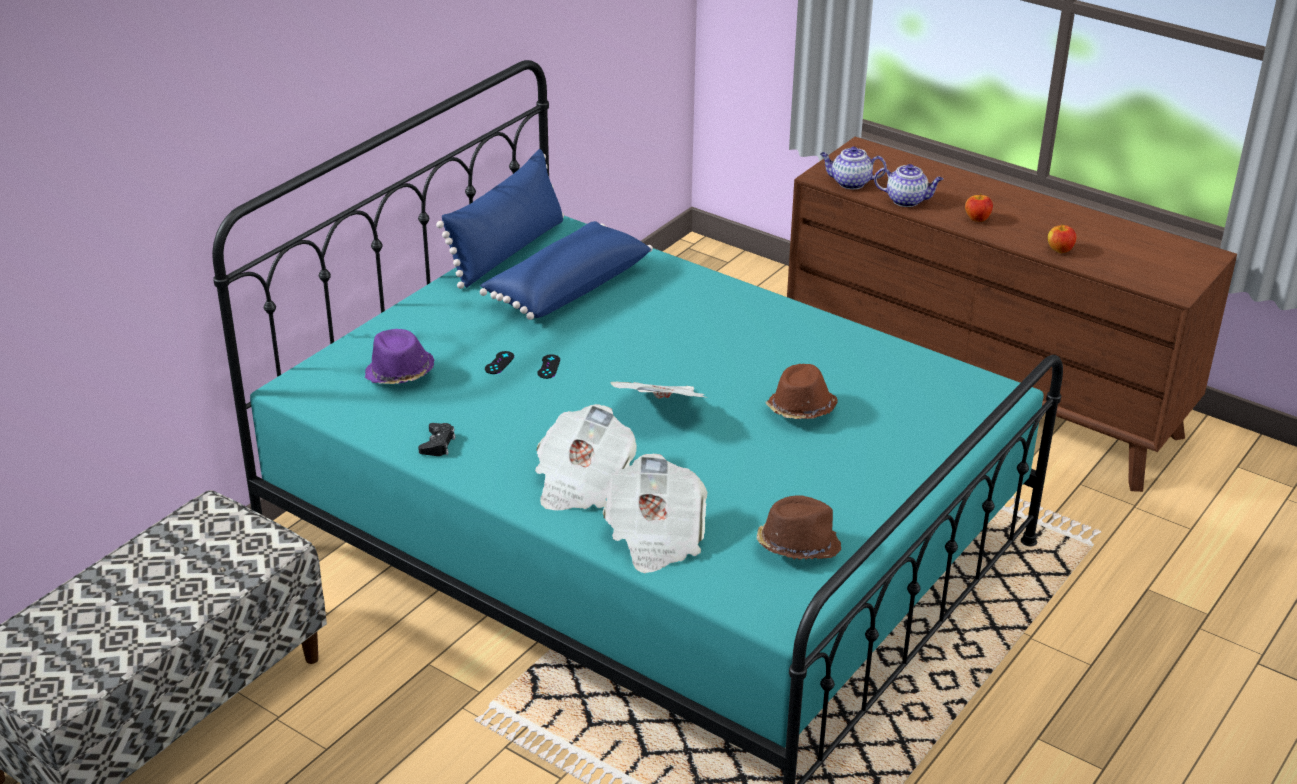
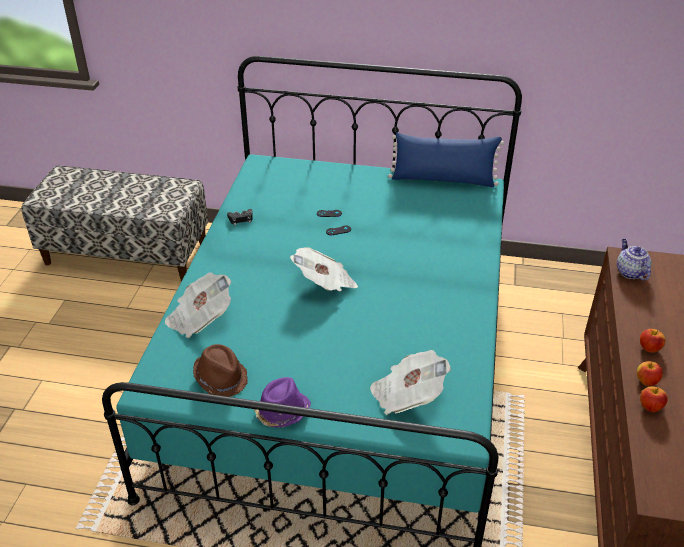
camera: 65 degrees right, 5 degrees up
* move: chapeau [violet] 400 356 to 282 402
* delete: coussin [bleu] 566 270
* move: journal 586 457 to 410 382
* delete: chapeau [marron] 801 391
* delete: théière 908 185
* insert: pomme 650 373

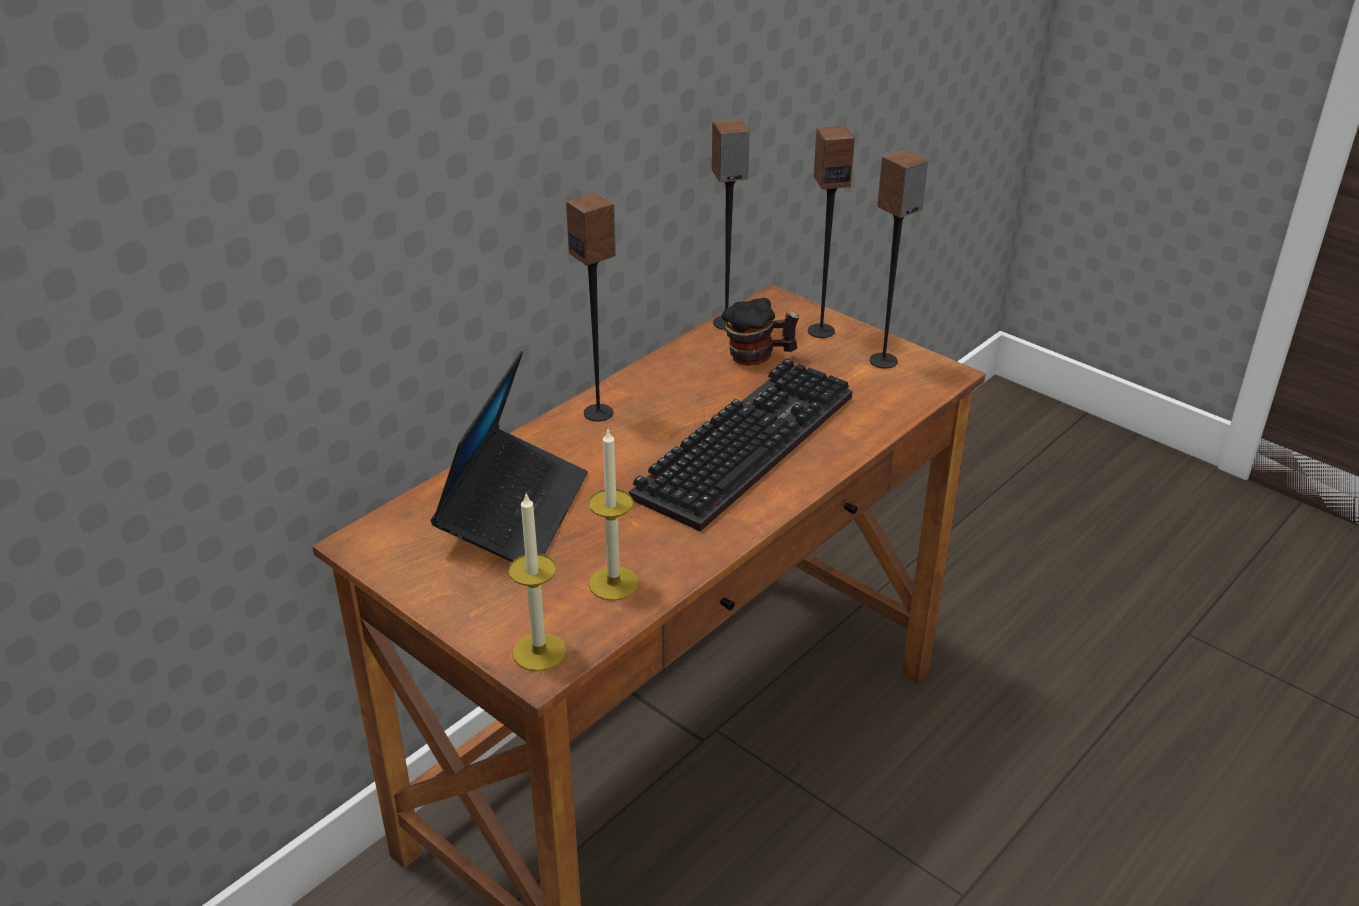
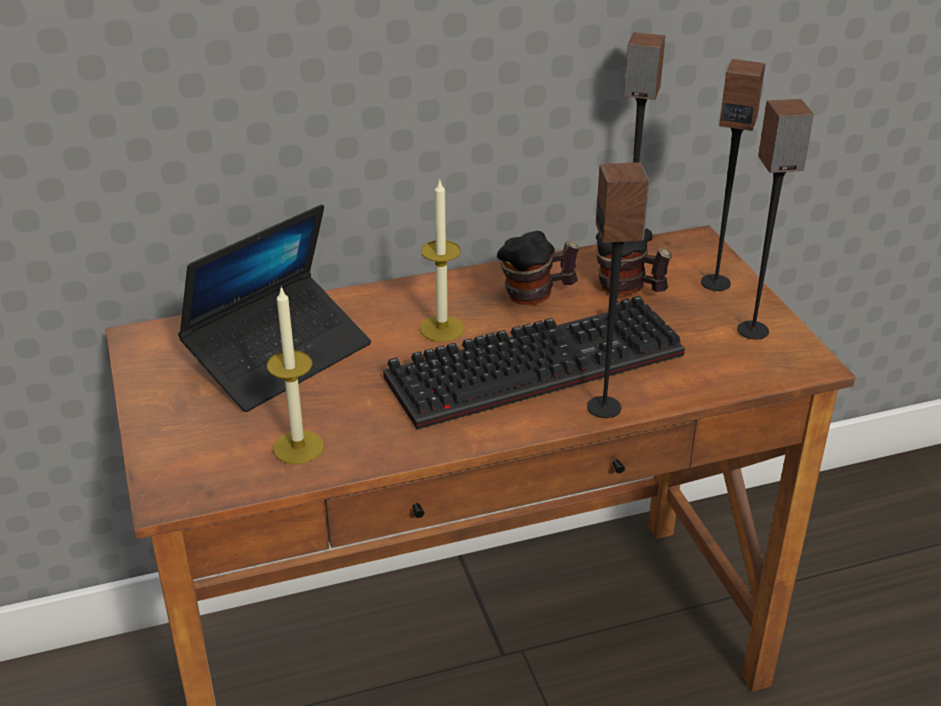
camera: 30 degrees right, 0 degrees up
* move: bougie 537 581 to 442 260
* move: enceinte 591 307 to 618 290
* insert: mug 538 268

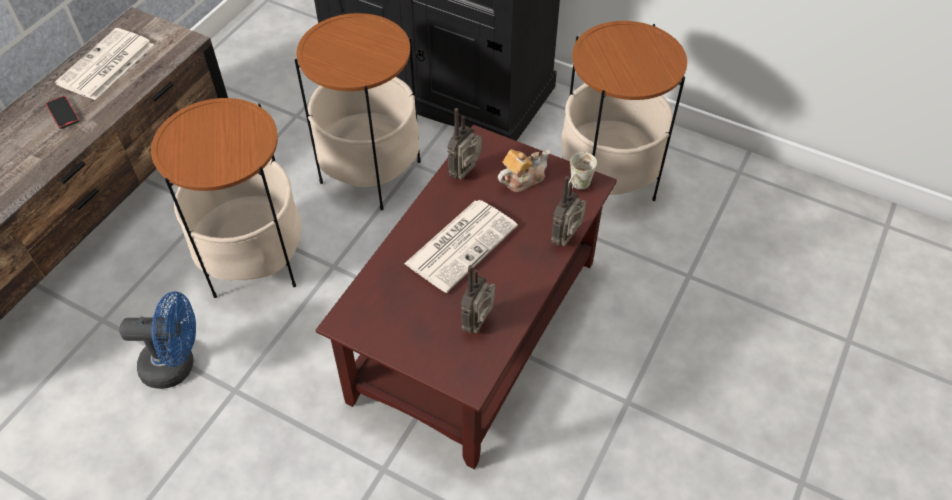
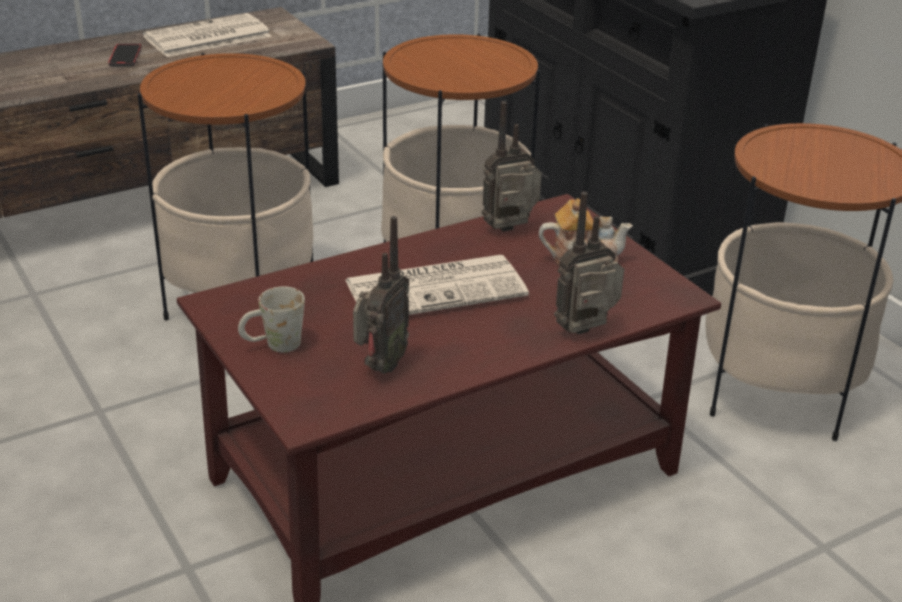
camera: 30 degrees right, 20 degrees down
* delete: ventilateur [bleu] 157 340
* rotate: radio 478 299 = 381 295 150 degrees clockwise
* move: mug [blanc] 582 171 to 271 319

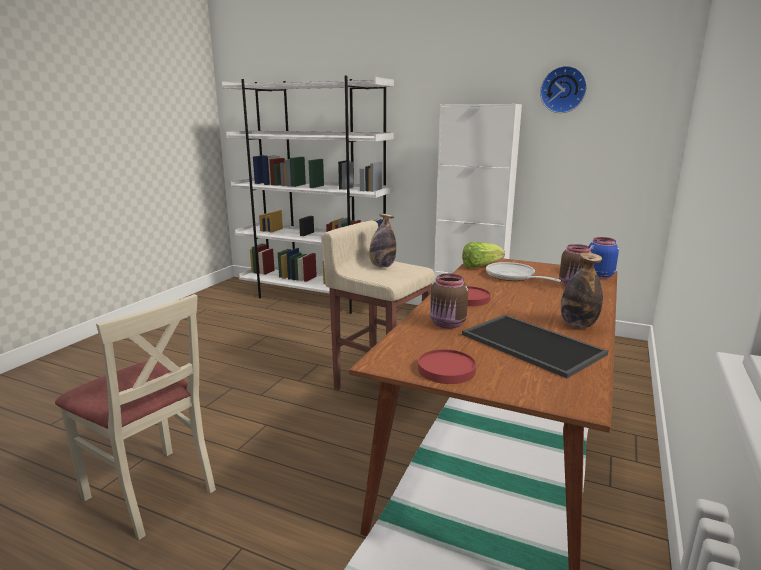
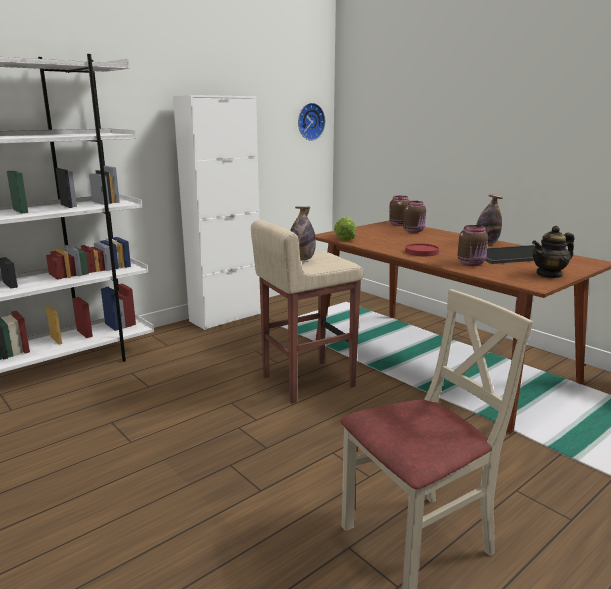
camera: 65 degrees left, 0 degrees up
* replace: assiette [rouge] 447 366 to théière 553 251
* delete: poêle 523 272
* move: horloge murale 563 89 to 311 122
* recolor: bocal [bleu] 604 258 to bocal [marron] 399 211

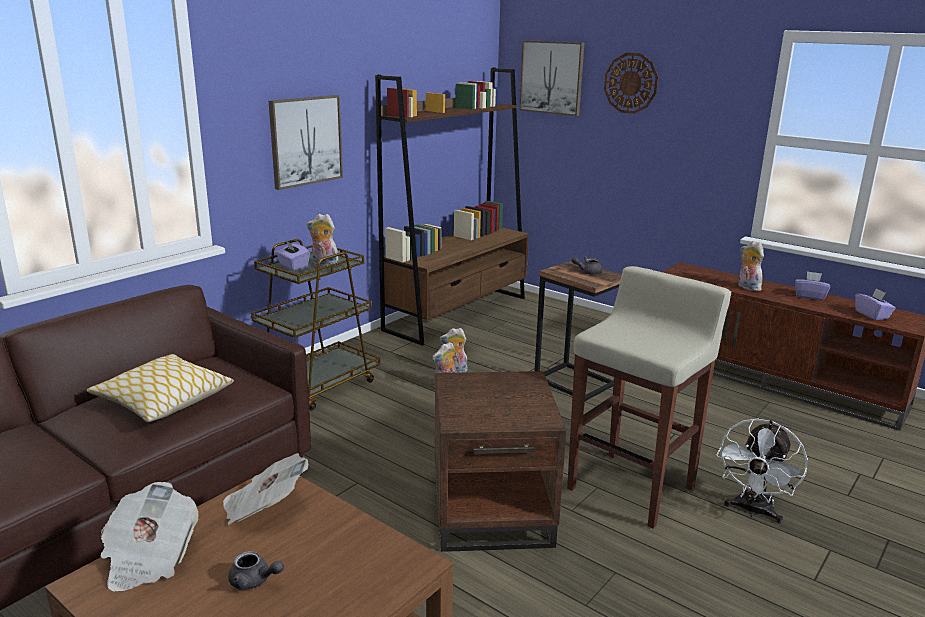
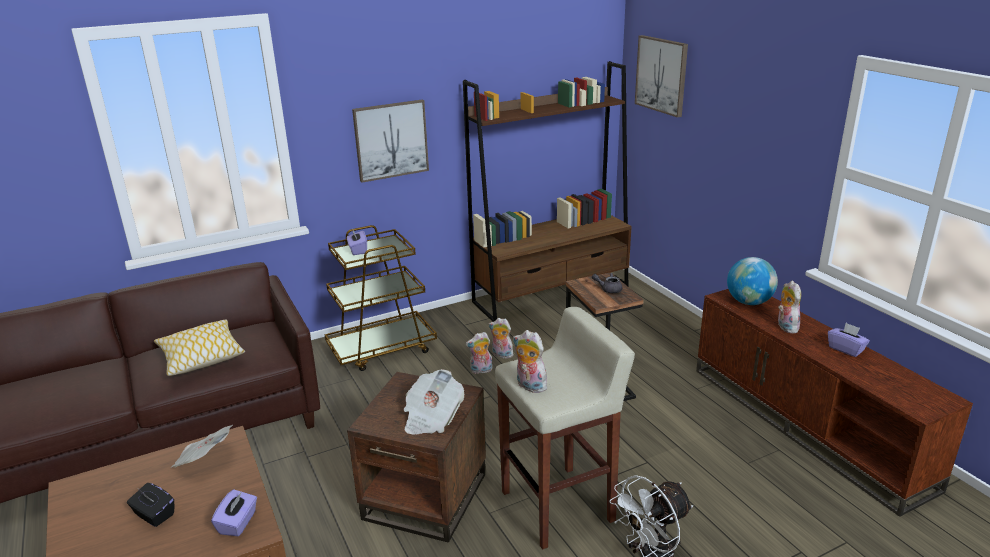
camera: 25 degrees right, 5 degrees up
* move: journal 149 537 to 434 402
* replace: théière [gris] 256 570 to boîte à mouchoirs [noir] 150 505
* move: peluche 322 240 to 531 361
* delete: horloge murale 631 83
* move: boîte à mouchoirs [violet] 875 304 to 234 513
* insert: globe 752 281

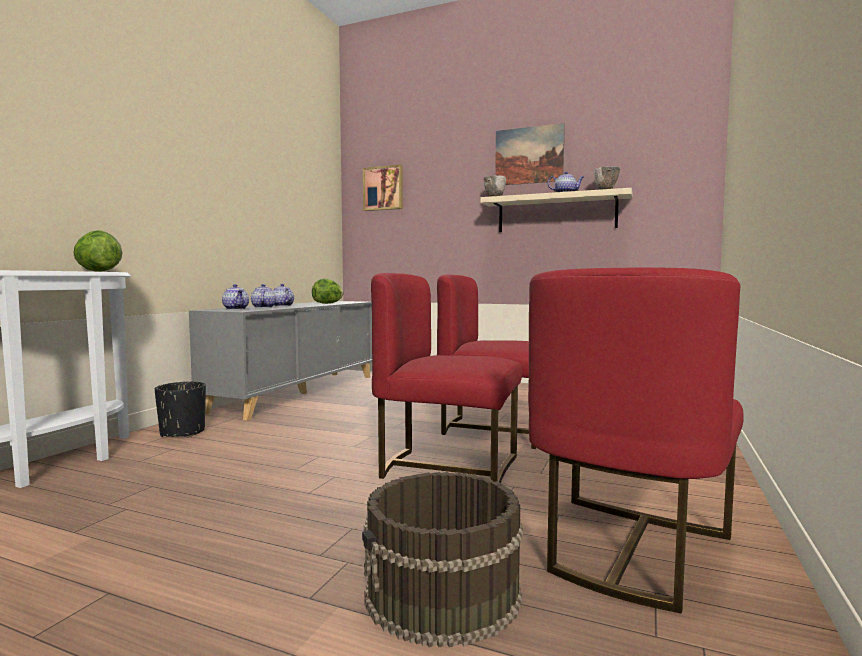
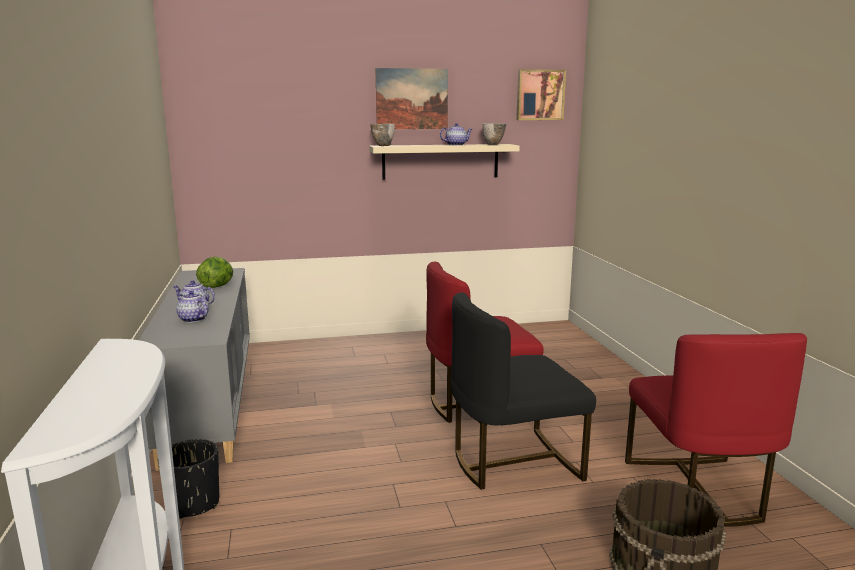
camera: 35 degrees left, 10 degrees up
* delete: laitue 98 251
* delete: théière 235 297
* move: tableau 383 188 to 541 94
* recolor: chaise [rouge] 446 378 to chaise [noir] 523 391

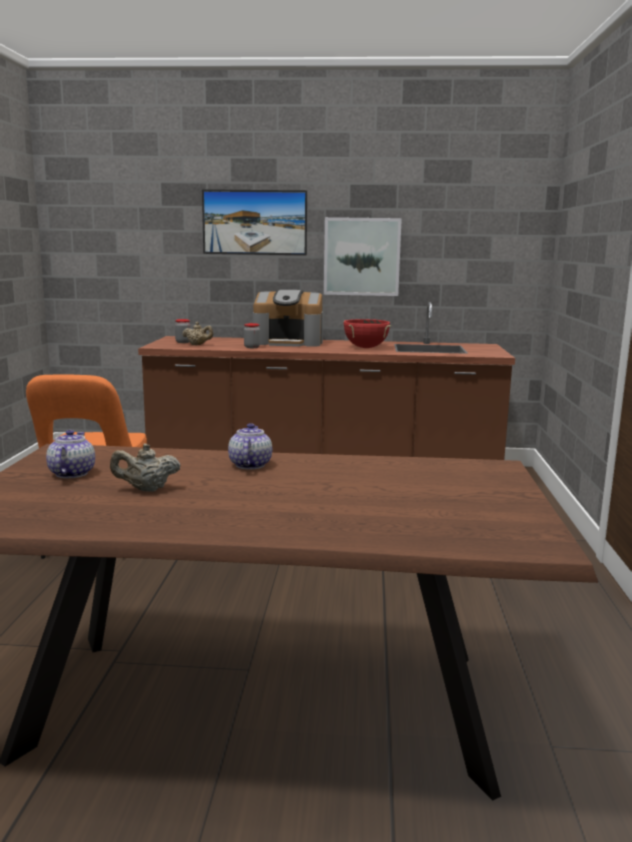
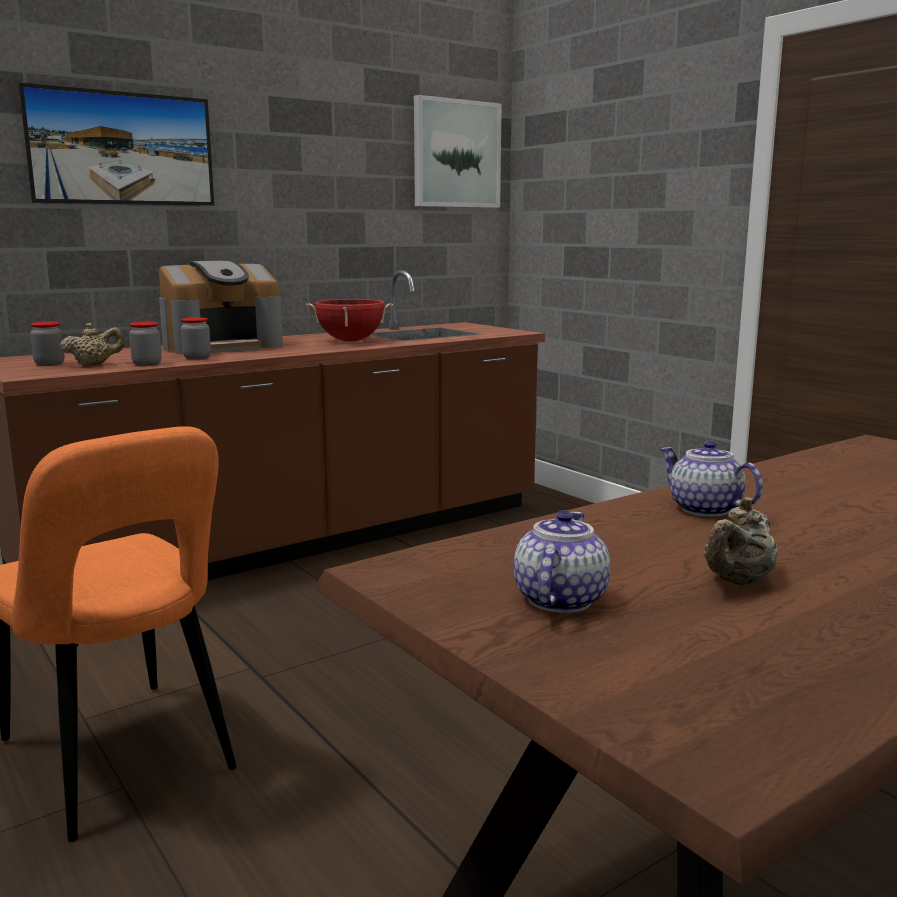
camera: 40 degrees left, 0 degrees up
* rotate: théière 70 454 = 562 561 60 degrees clockwise
* move: tableau 363 256 to 458 151
* insert: bocal 145 344

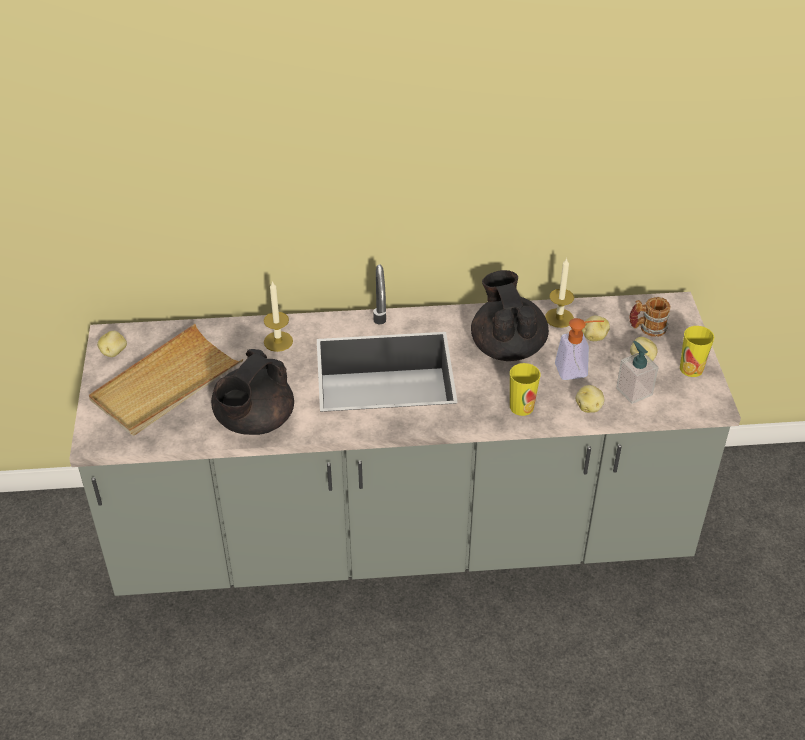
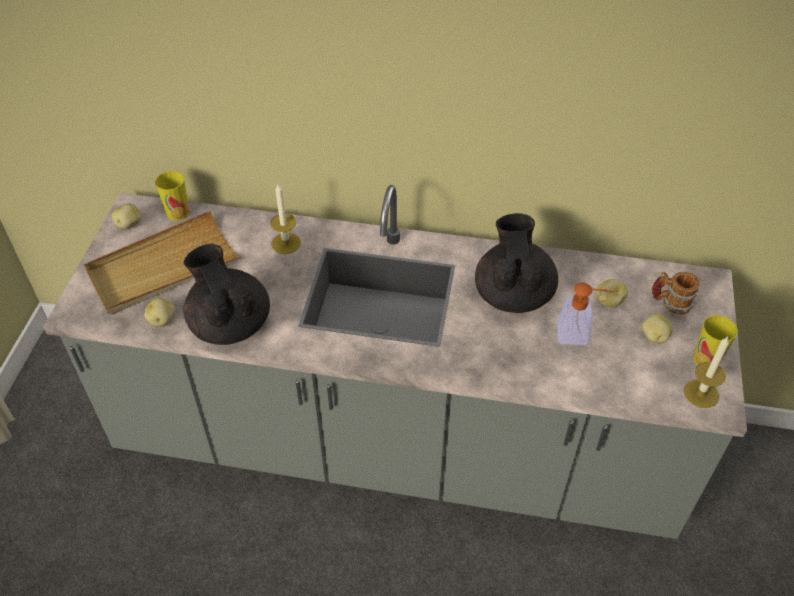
camera: 15 degrees right, 5 degrees up
* rotate: théière [noir] 252 392 = 227 294 105 degrees clockwise
* move: tasse 525 389 to 172 196
* move: bougie 559 293 to 706 372
* move: pomme de terre 590 399 to 159 312
* delete: distributeur de savon 637 372

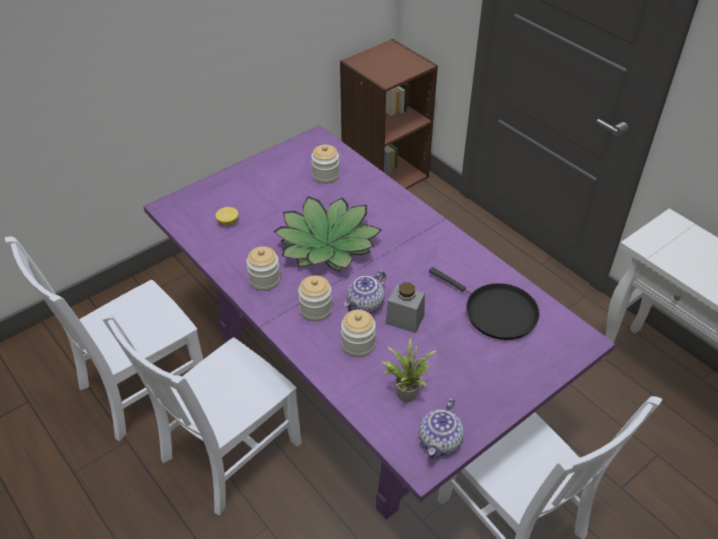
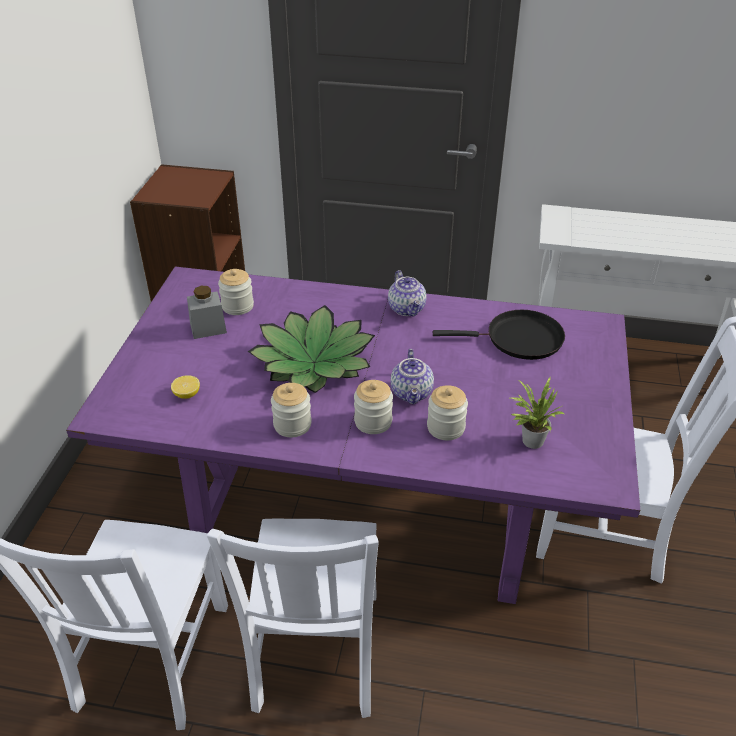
camera: 40 degrees left, 5 degrees down
* move: bocal [gris] 405 308 to 207 312
* move: théière 441 428 to 407 293

